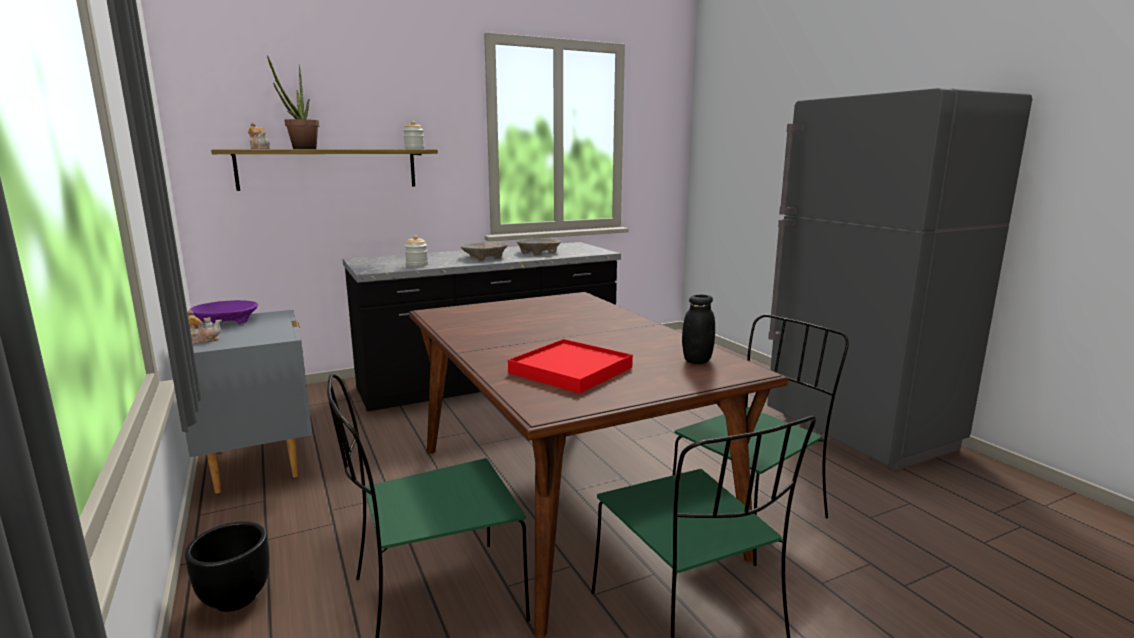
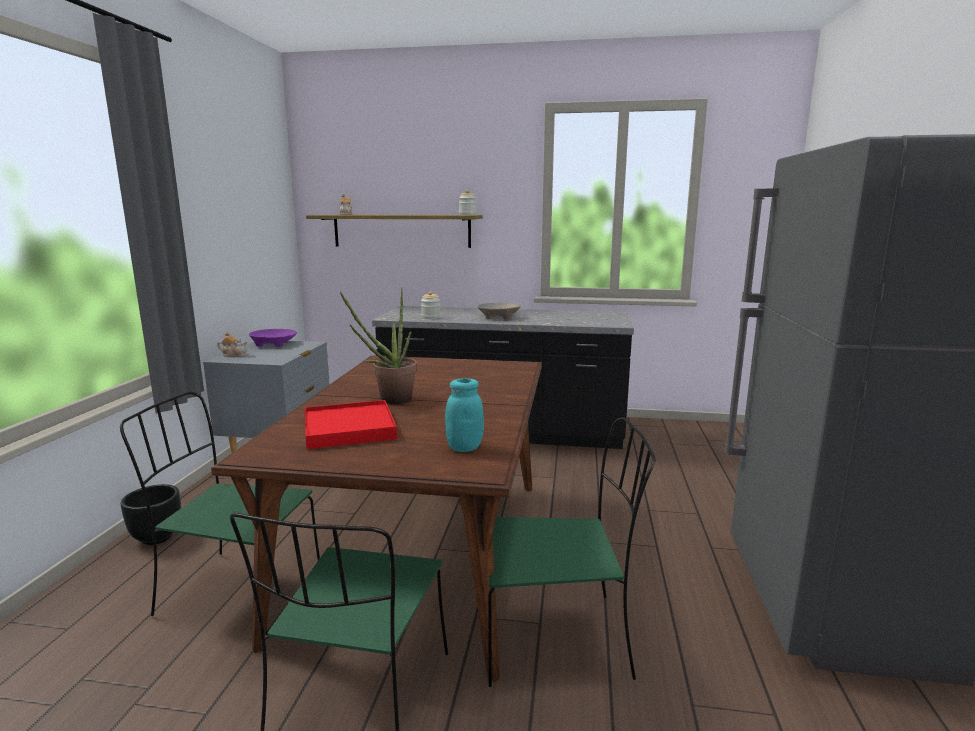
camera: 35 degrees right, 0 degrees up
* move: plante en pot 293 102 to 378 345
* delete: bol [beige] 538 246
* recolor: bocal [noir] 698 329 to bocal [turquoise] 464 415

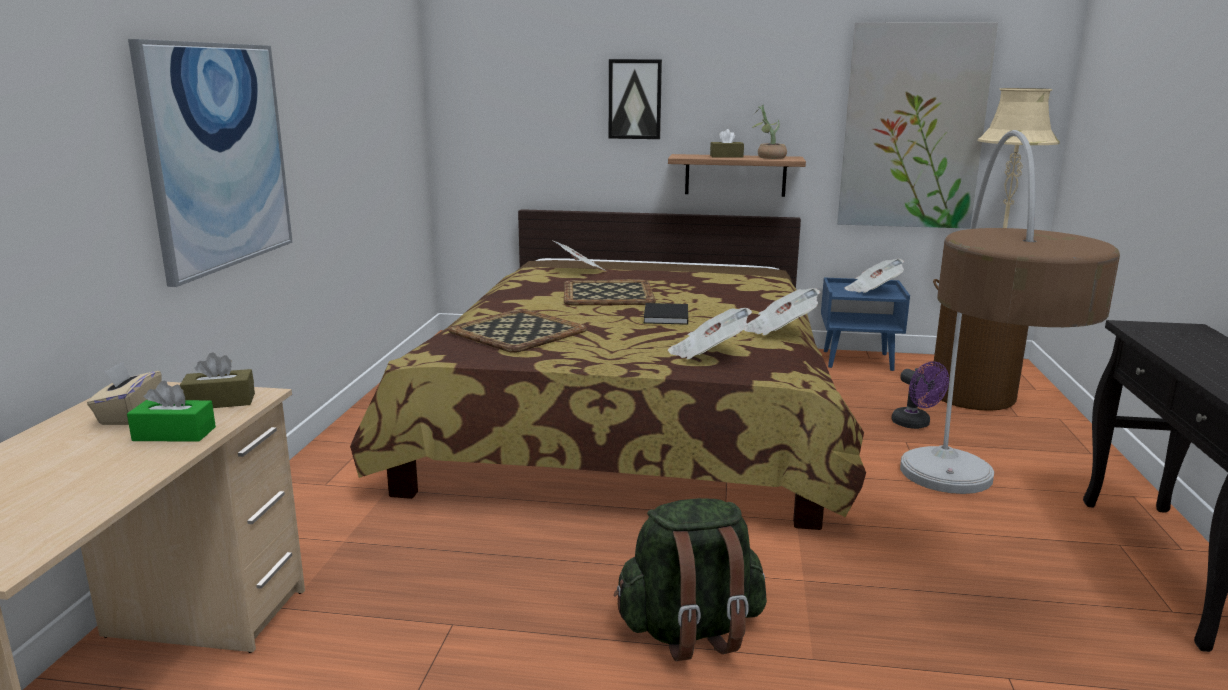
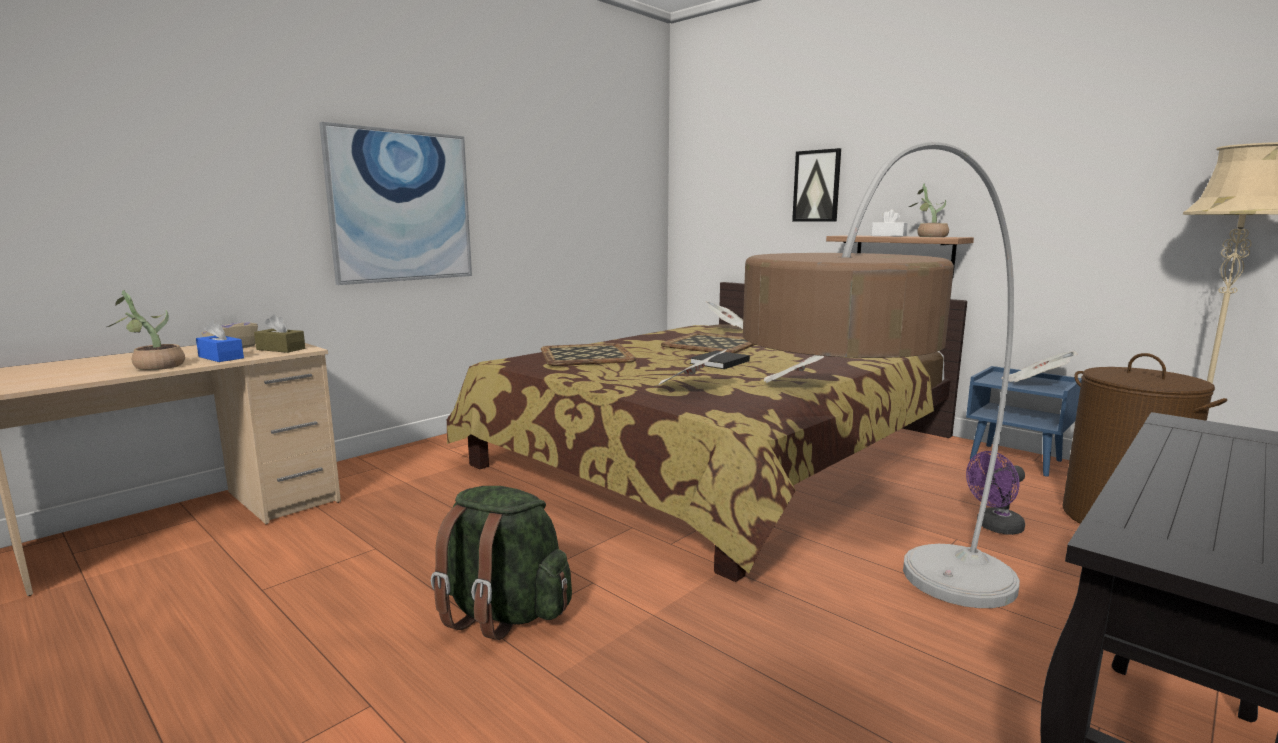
camera: 35 degrees right, 5 degrees down
* recolor: boîte à mouchoirs [vert] 171 411 to boîte à mouchoirs [bleu] 220 341
* recolor: boîte à mouchoirs [marron] 727 143 to boîte à mouchoirs [blanc] 889 222
* delete: tableau 917 125
* rotate: ventilateur [violet] 920 395 = 995 493 60 degrees clockwise
* insert: plante en pot 146 330

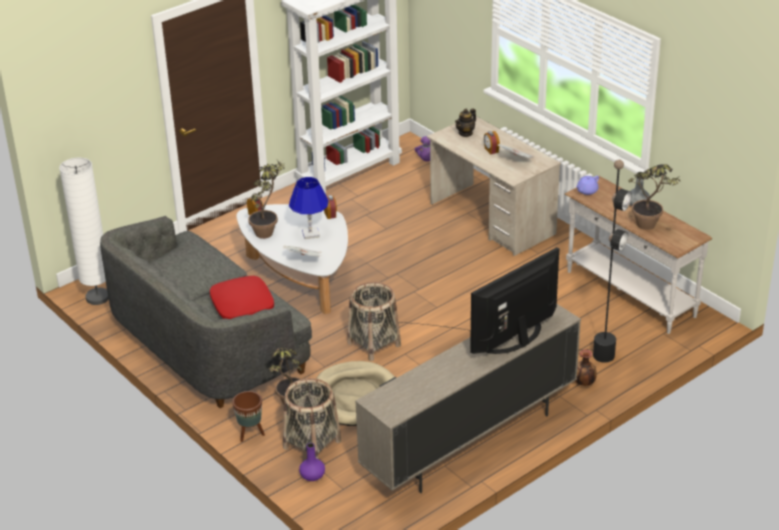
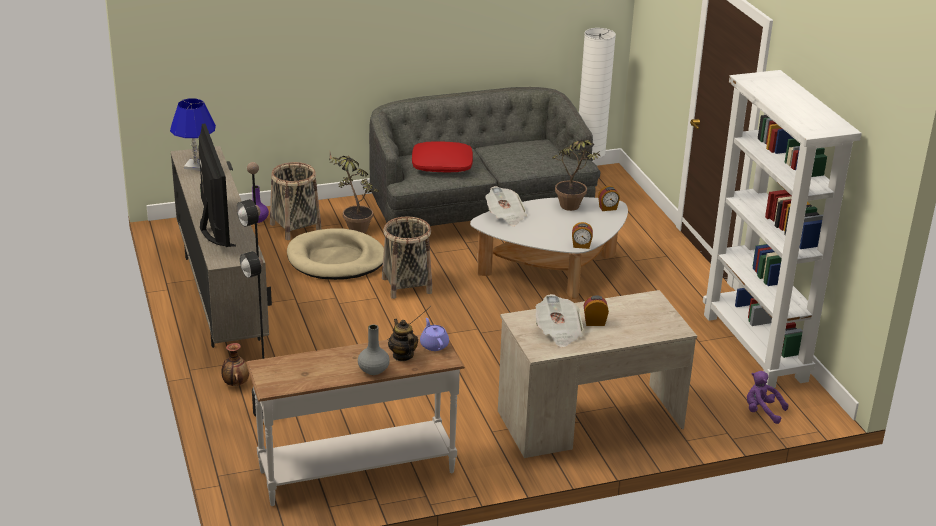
camera: 110 degrees right, 5 degrees down
* delete: cache-pot [marron] 248 416
* move: lampe de table [bleu] 309 208 to 193 134
* move: théière 465 123 to 403 340
* delete: plante en pot 654 197

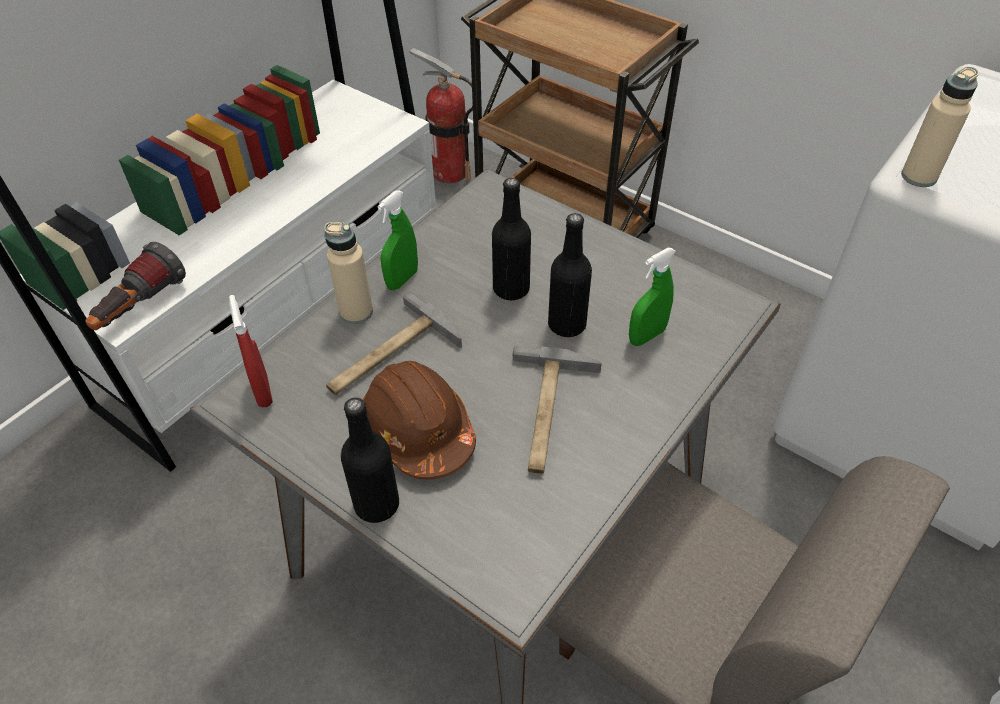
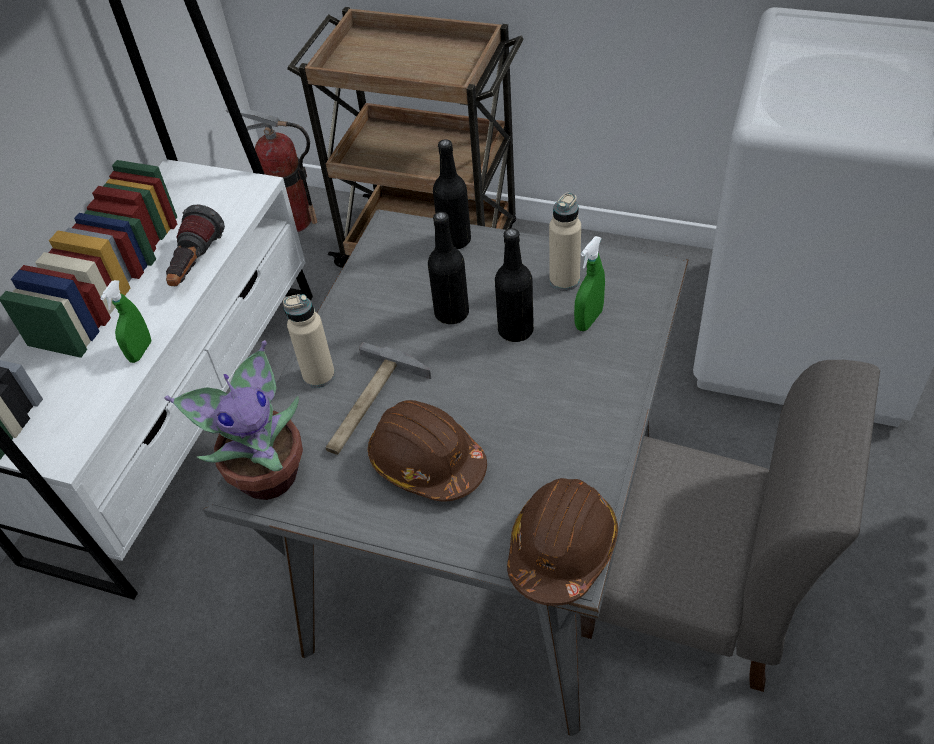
camera: 15 degrees left, 0 degrees up
* move: lampe de poche 135 286 to 195 245
* replace: vaporisateur [rouge] 251 351 to plante en pot 233 420
* move: bouteille [noir] 370 460 to 452 194
* move: vaporisateur [vert] 397 240 to 125 321
* delete: marteau 557 410
* move: bouteille [beige] 940 127 to 565 242
* insert: casque de chantier [marron] 562 542

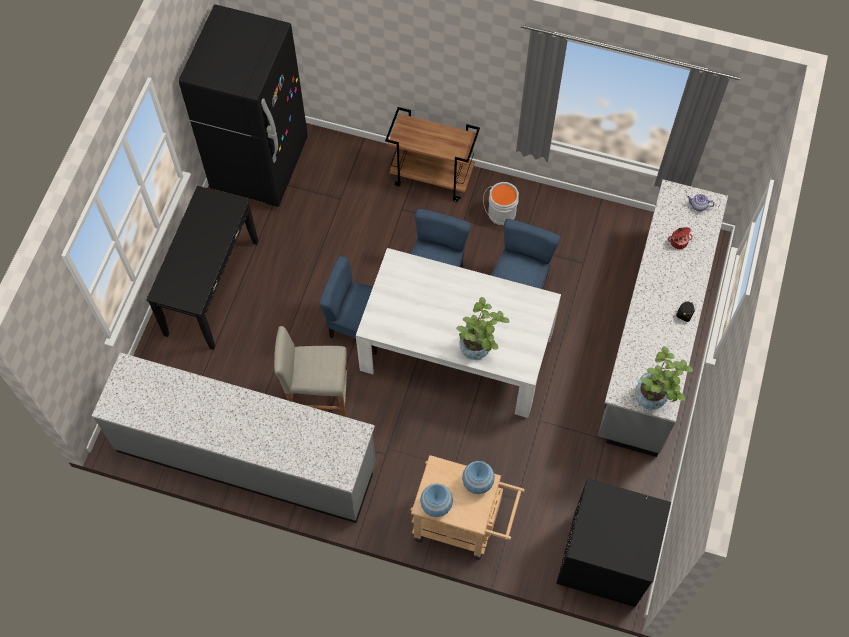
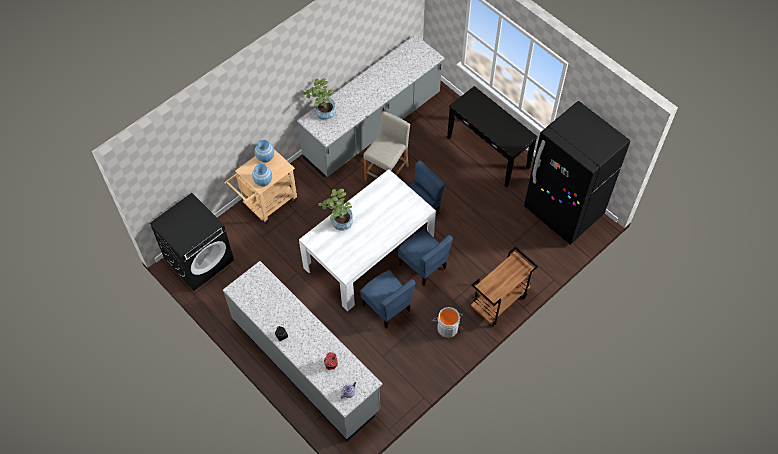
camera: 120 degrees right, 5 degrees down
* move: plante en pot 664 378 to 319 99

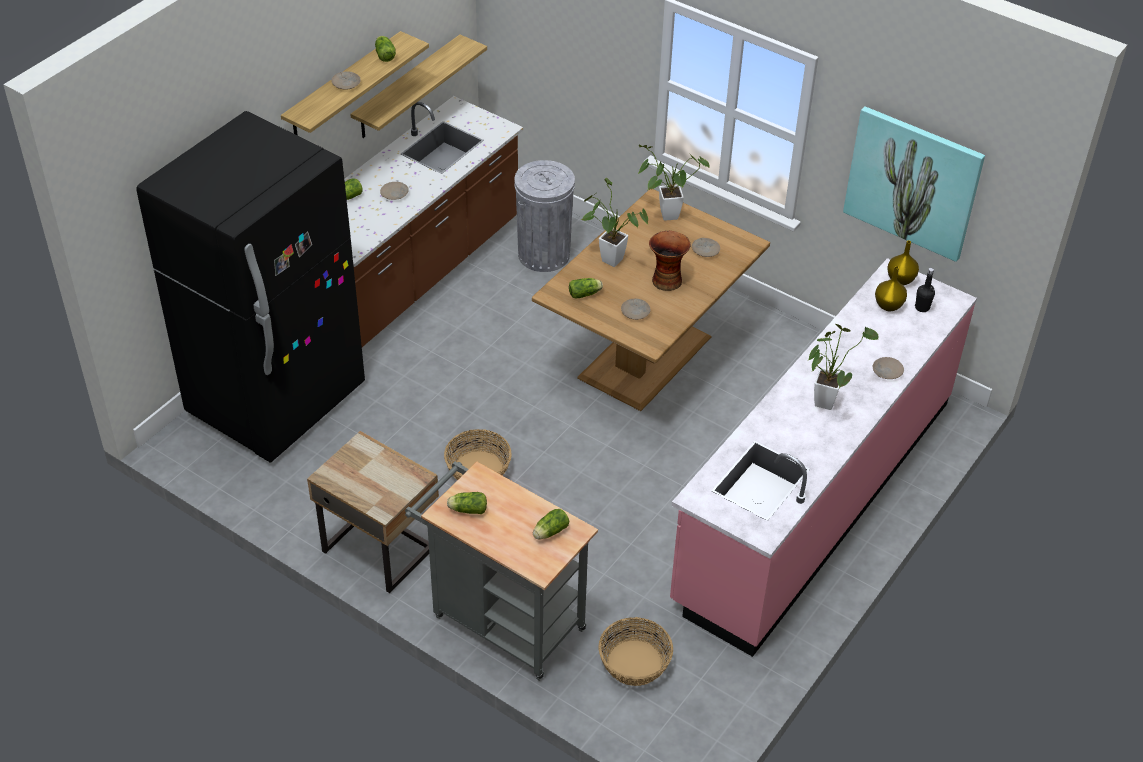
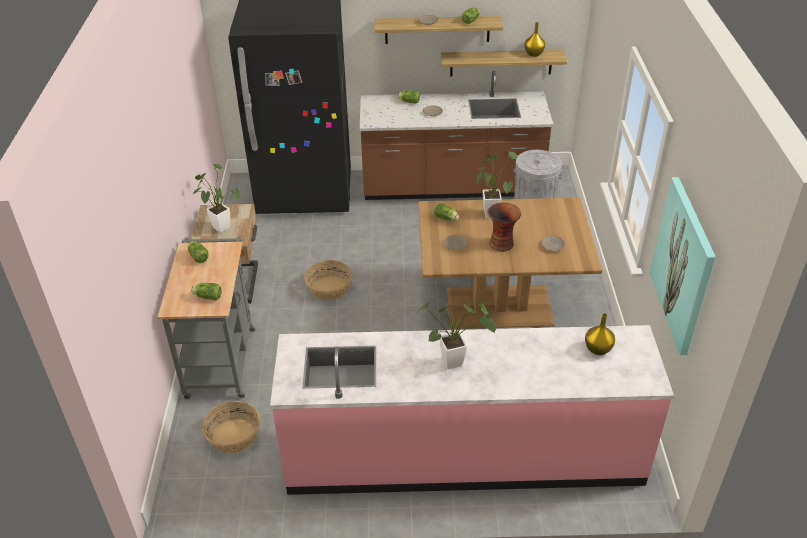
camera: 55 degrees right, 5 degrees down
* move: plante en pot 674 182 to 216 198
* delete: assiette [beige] 888 368
* move: vase [jaune] 903 262 to 535 39
* delete: bouteille [noir] 925 290

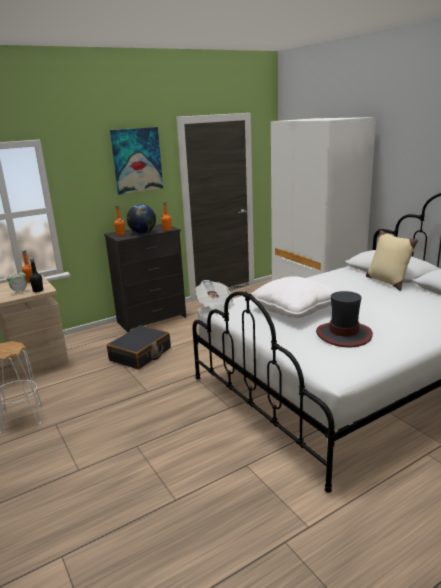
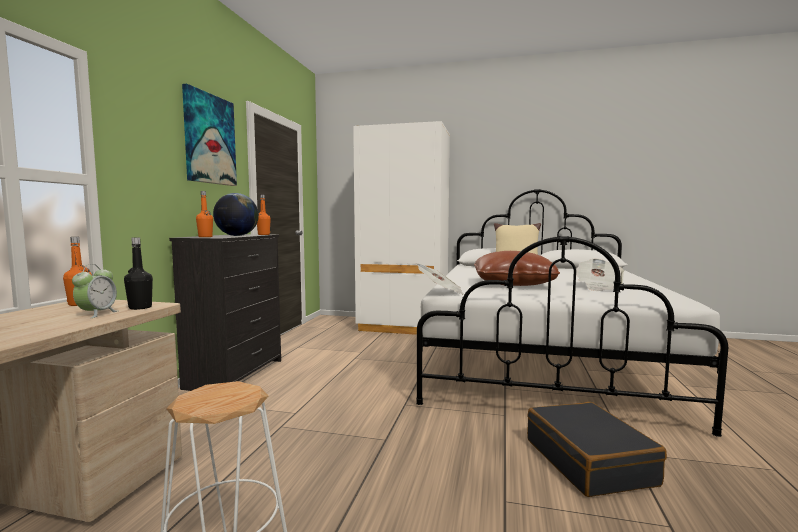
camera: 45 degrees left, 15 degrees down
* move: valise [noir] 139 347 to 597 449
* recolor: coussin [blanc] 294 297 to coussin [marron] 517 268
* replace: chapeau 344 319 to journal 600 275

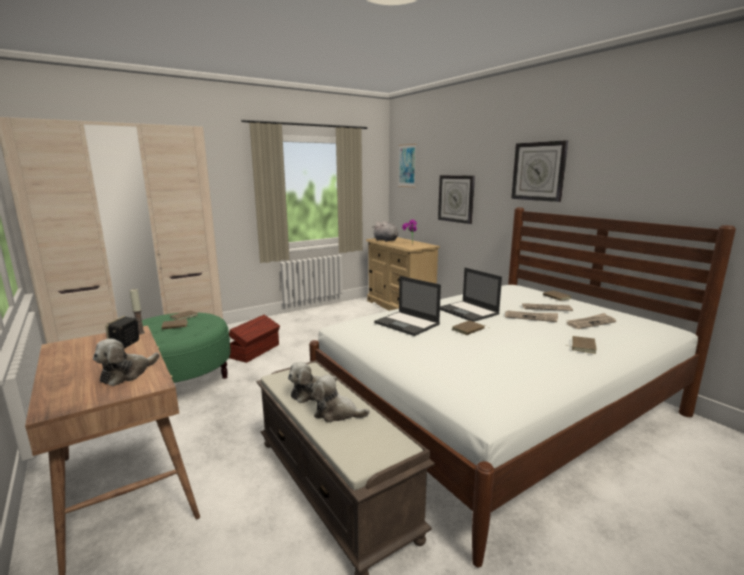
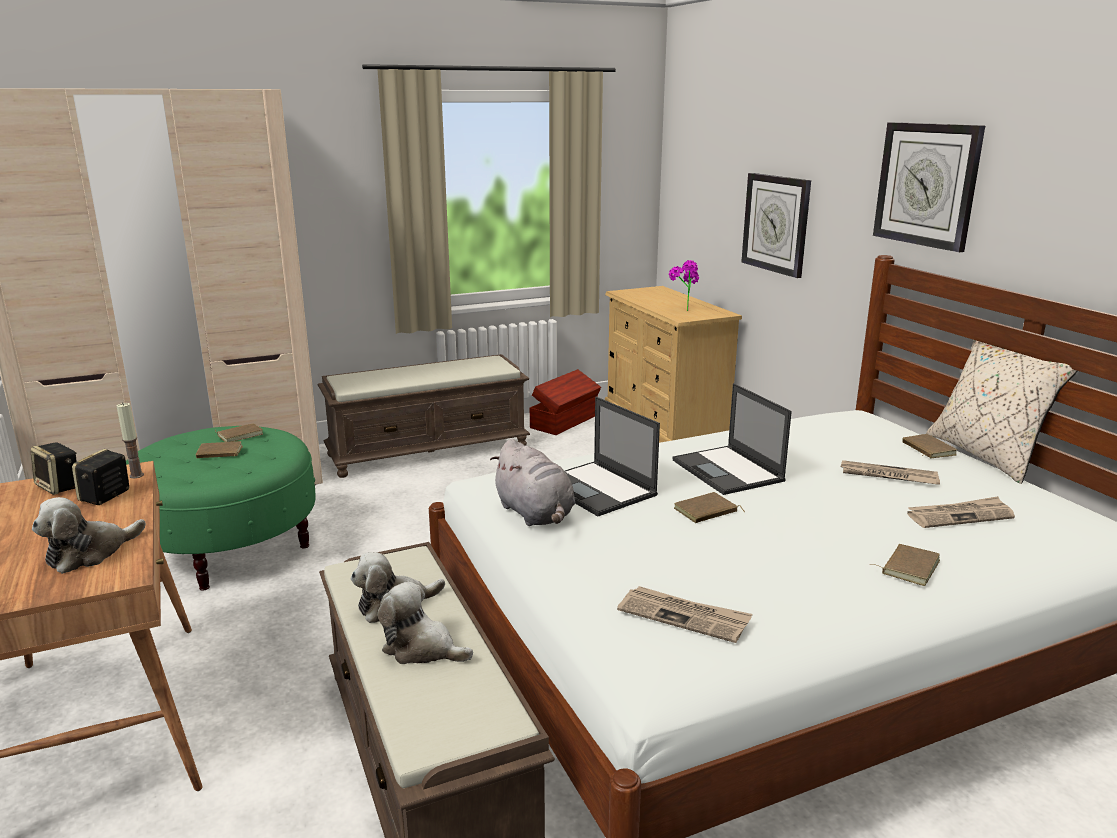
camera: 10 degrees right, 5 degrees up
* move: boîte de rangement [marron] 254 339 to 565 402
* move: peluche [gris] 386 231 to 532 482
* delete: tableau 407 165
* move: journal 531 316 to 685 614
* insert: enceinte 54 468
* insert: banc [marron] 423 416
* insert: coussin [beige] 1002 412

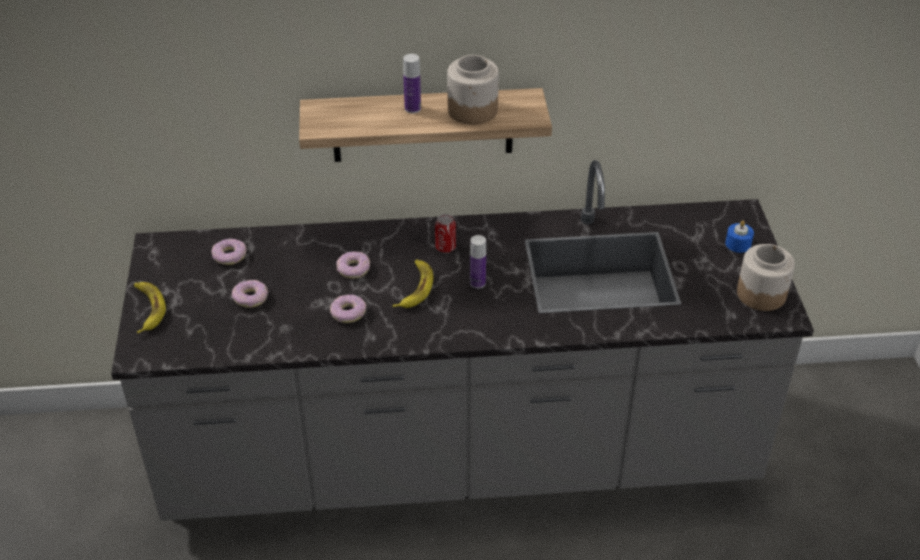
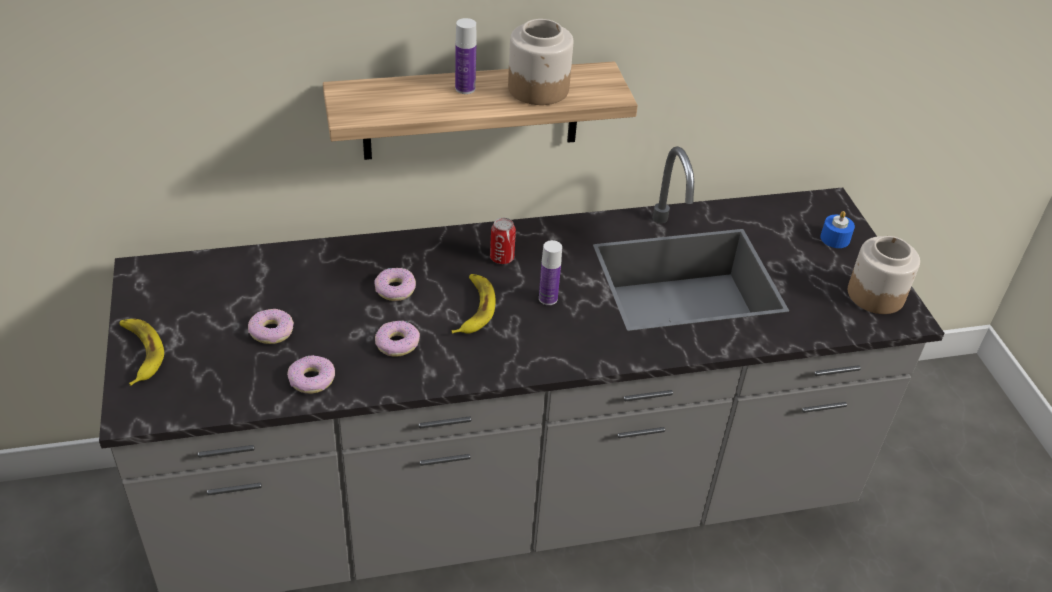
camera: 10 degrees left, 0 degrees up
* move: beignet 229 251 to 311 374

